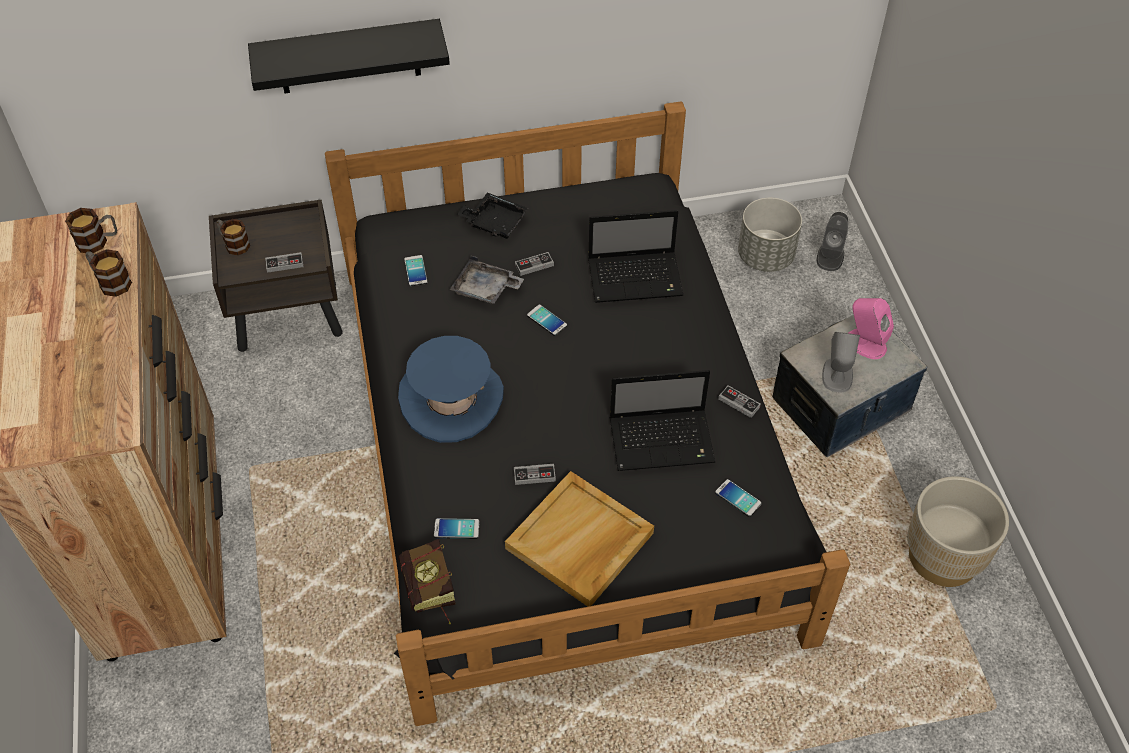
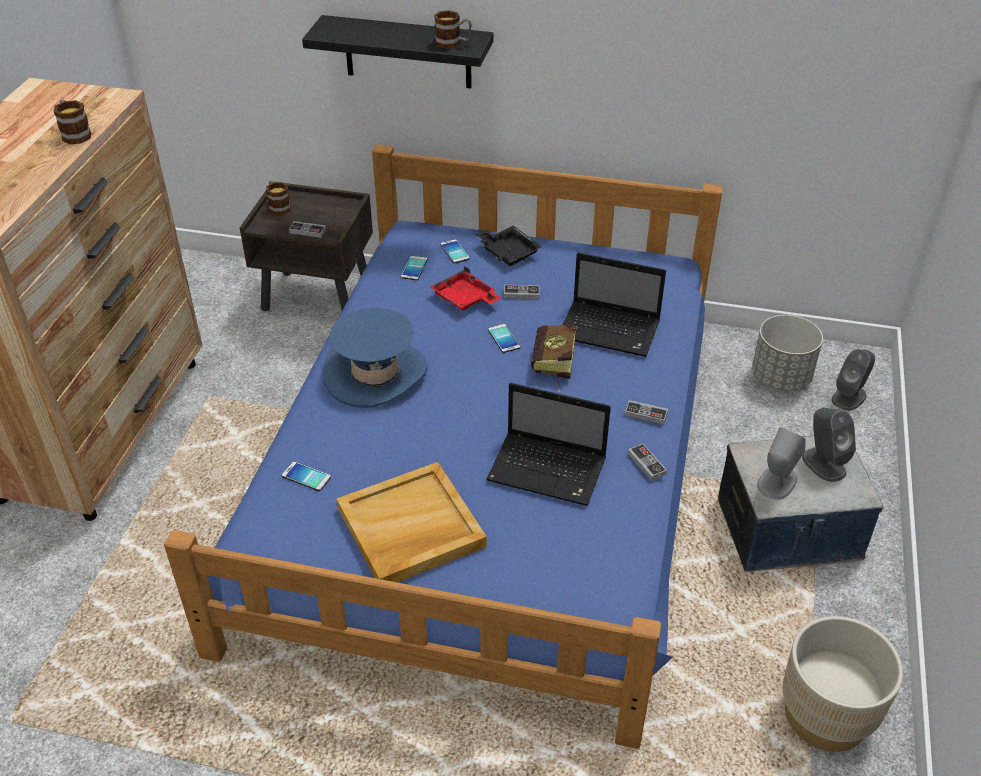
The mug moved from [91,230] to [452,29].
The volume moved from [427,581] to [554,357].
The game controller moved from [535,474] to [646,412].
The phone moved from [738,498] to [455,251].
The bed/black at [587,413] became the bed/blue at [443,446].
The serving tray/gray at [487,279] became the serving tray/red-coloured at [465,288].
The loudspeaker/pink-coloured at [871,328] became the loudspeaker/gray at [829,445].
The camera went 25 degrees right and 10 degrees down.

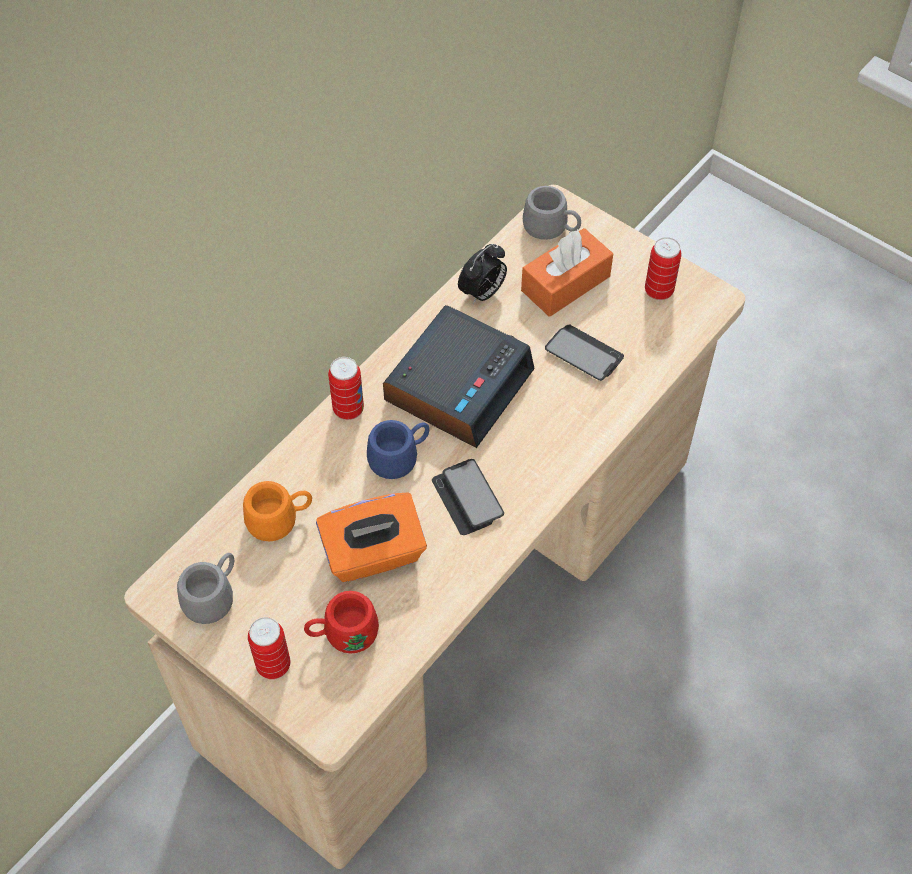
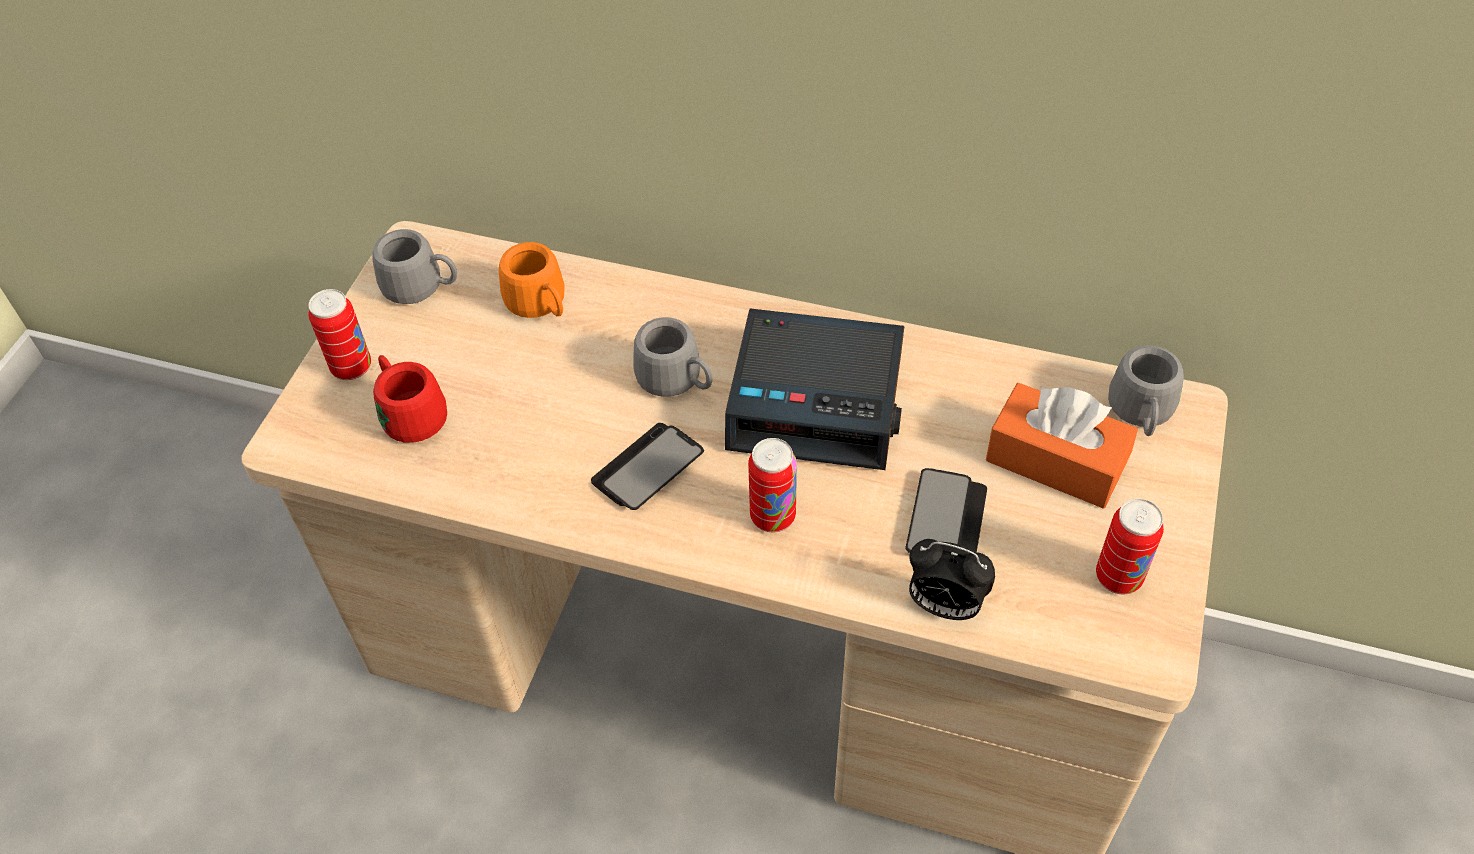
The tissue box/orangey at [371,537] disappeared.
The can moved from [346,388] to [772,485].
The bedside clock moved from [482,274] to [952,579].
The mug/blue at [398,449] became the mug/gray at [672,357].
The camera went 70 degrees right and 5 degrees down.

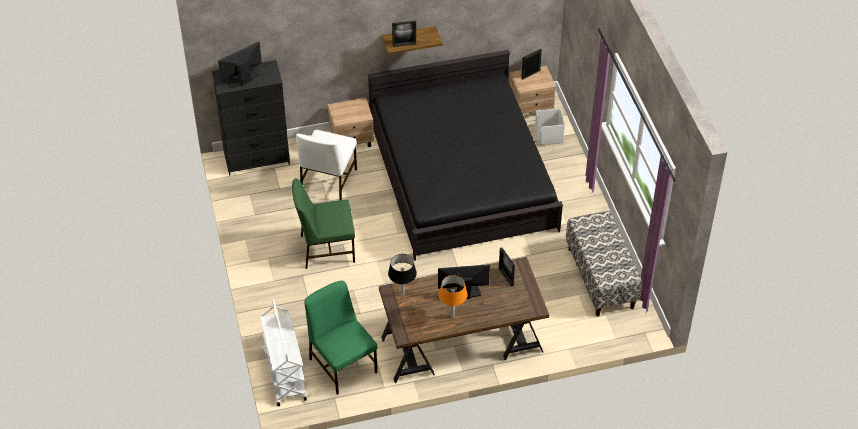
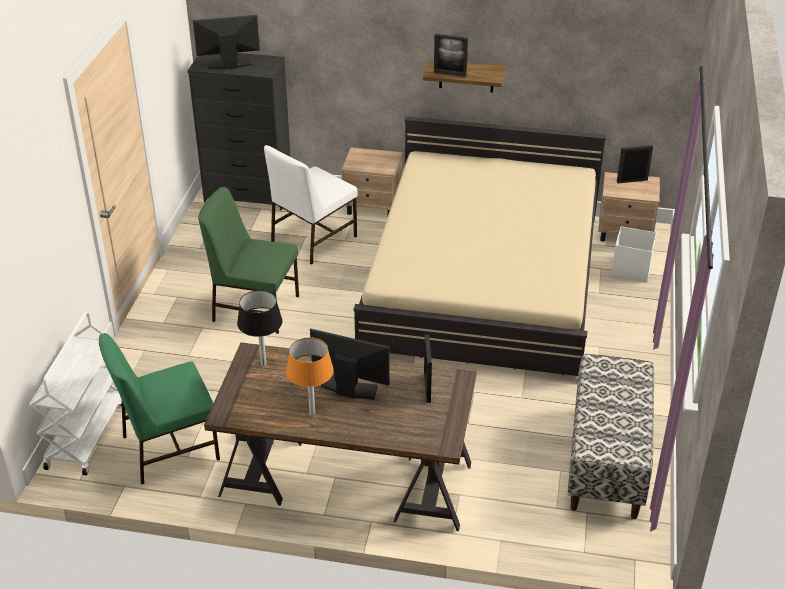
The bed/black at [465,155] became the bed/sand-coloured at [479,246].
The chair/greenish at [340,337] turned 105 degrees counterclockwise.
The camera went 25 degrees right and 10 degrees down.

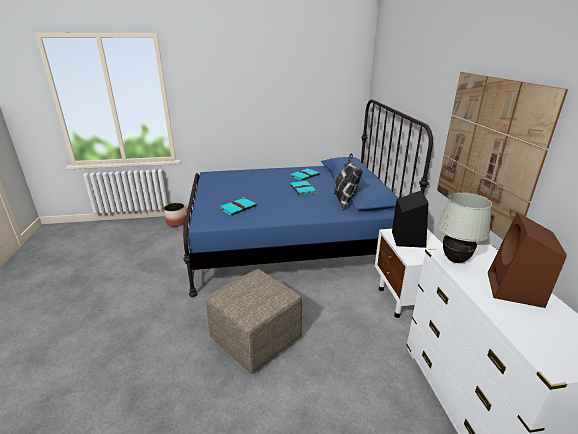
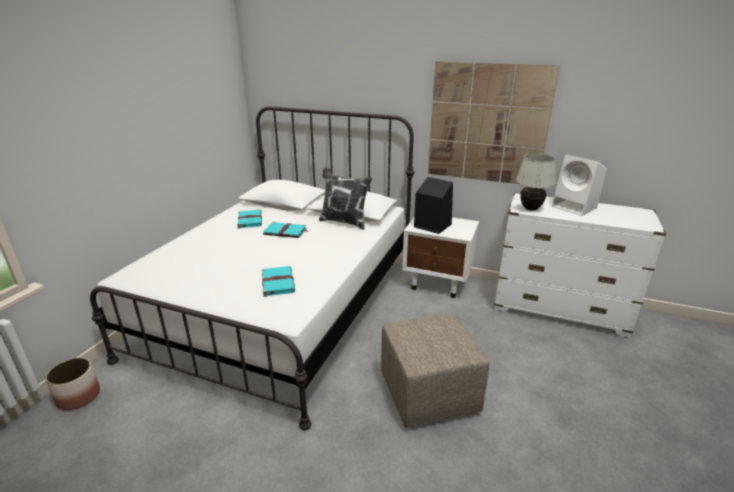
The bed/blue at [308,198] became the bed/whitish at [252,268].
The loudspeaker/brown-coloured at [527,260] became the loudspeaker/whitish at [579,185].
The camera went 60 degrees left and 0 degrees up.

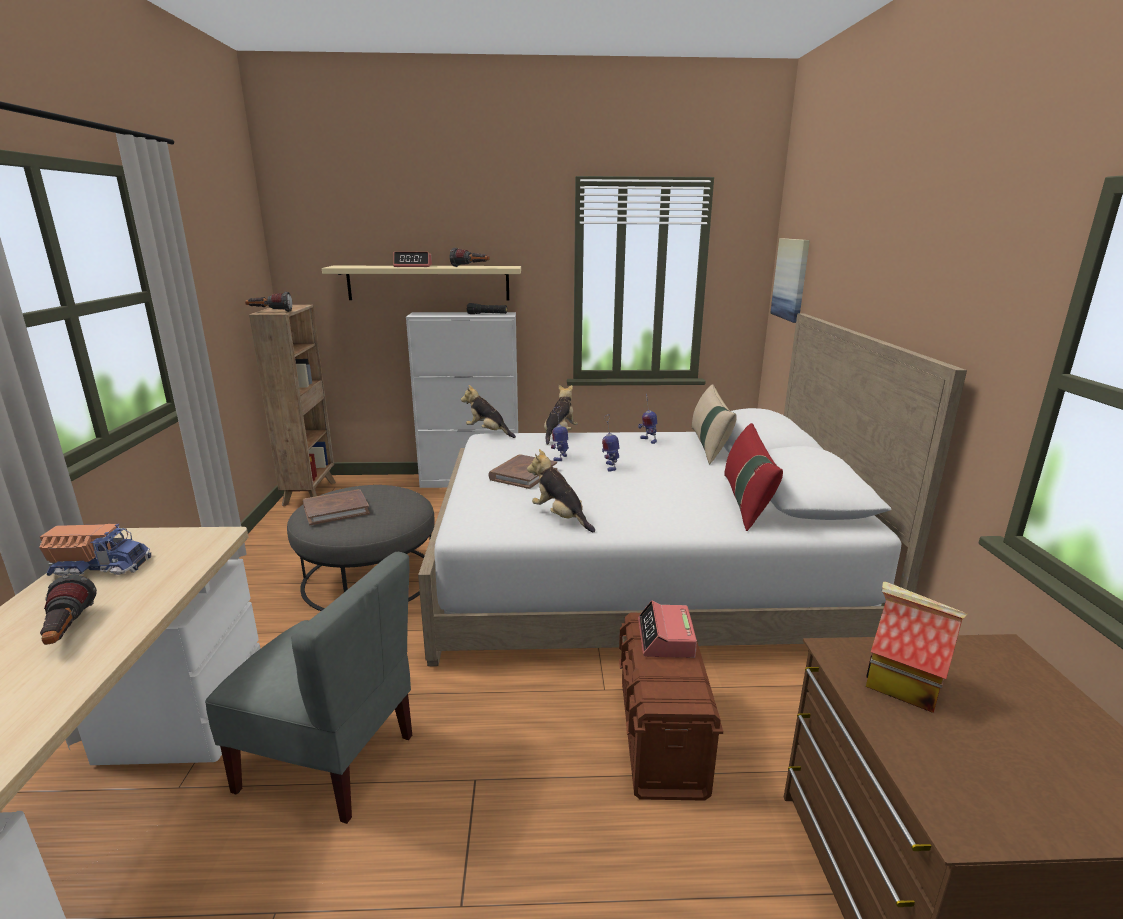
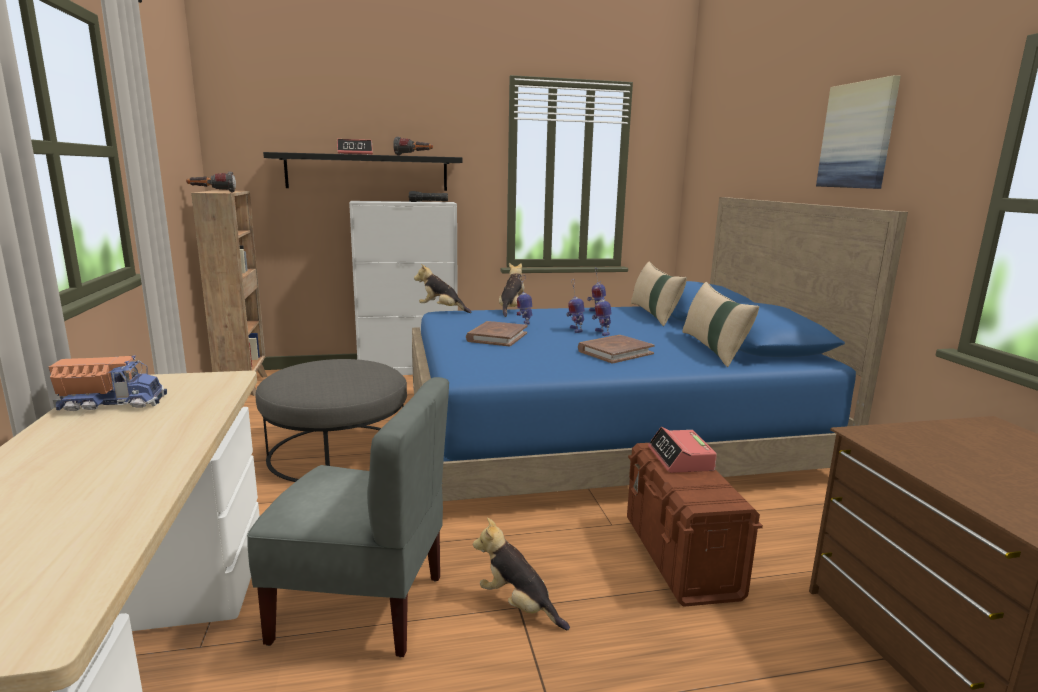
The flashlight at [68,610] disappeared.
The model house at [917,647] disappeared.
The robot figure at [602,308] appeared.
The volume/brown-coloured moved from [336,507] to [616,349].
The plush toy moved from [561,490] to [521,574].
The wall picture moved from [790,280] to [858,132].
The shelf/sand-coloured at [421,283] became the shelf/black at [363,171].
The bed/whitish at [692,489] became the bed/blue at [660,349].
The pillow/red-coloured at [753,477] became the pillow/sand-coloured at [720,324].
The camera went 10 degrees left and 5 degrees down.

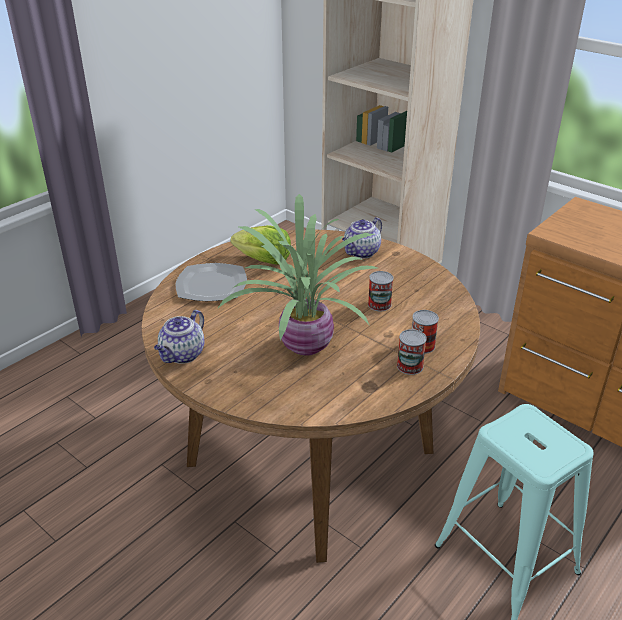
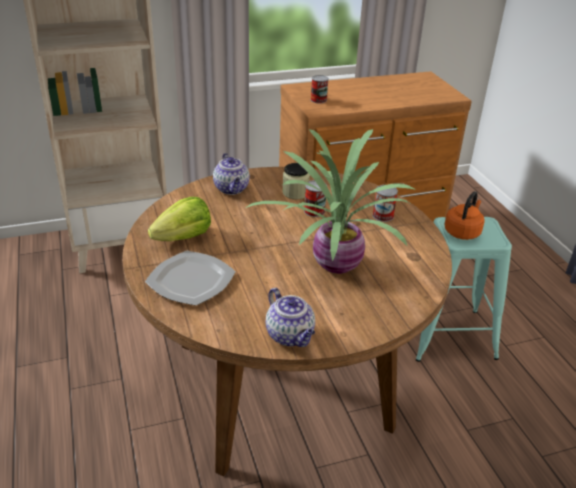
The preserve jar at [296,181] appeared.
The water kettle/orangey at [464,215] appeared.
The can moved from [412,352] to [320,89].
The camera went 60 degrees left and 0 degrees up.

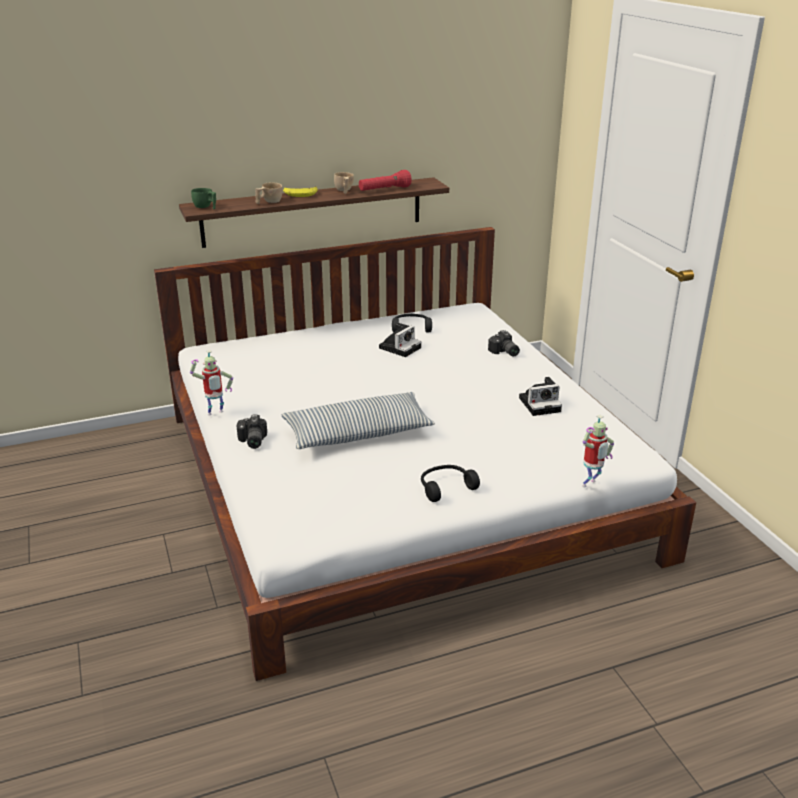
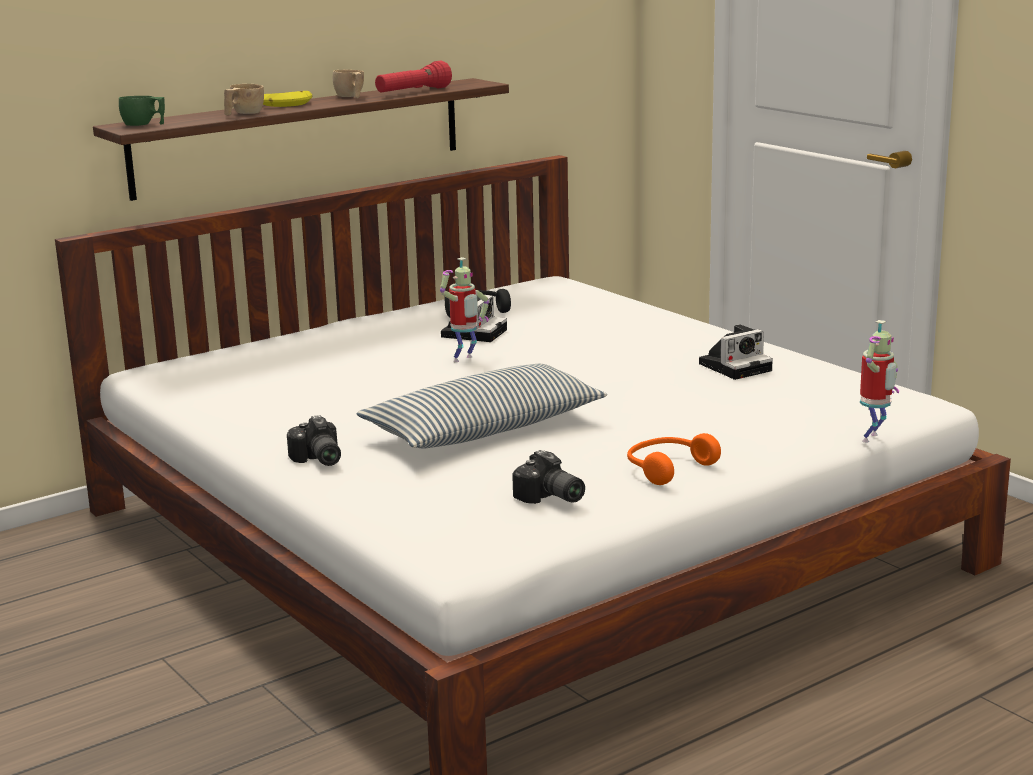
The robot figure moved from [211,383] to [464,309].
The photo camera moved from [504,343] to [548,477].
The headset/black at [450,483] became the headset/orangey at [674,459].
The camera went 15 degrees left and 10 degrees down.

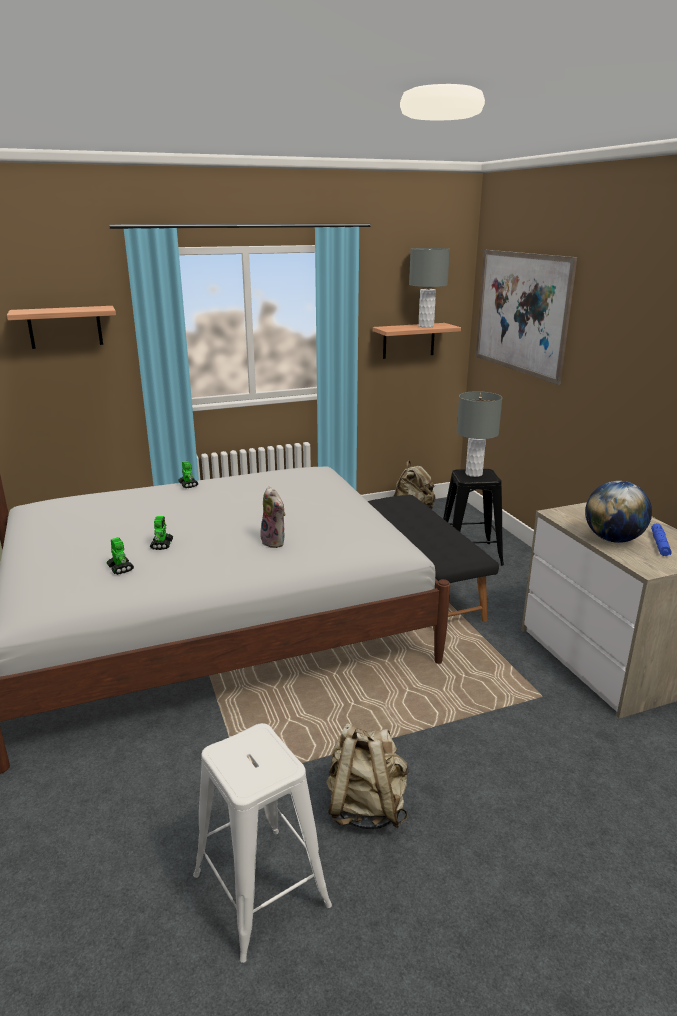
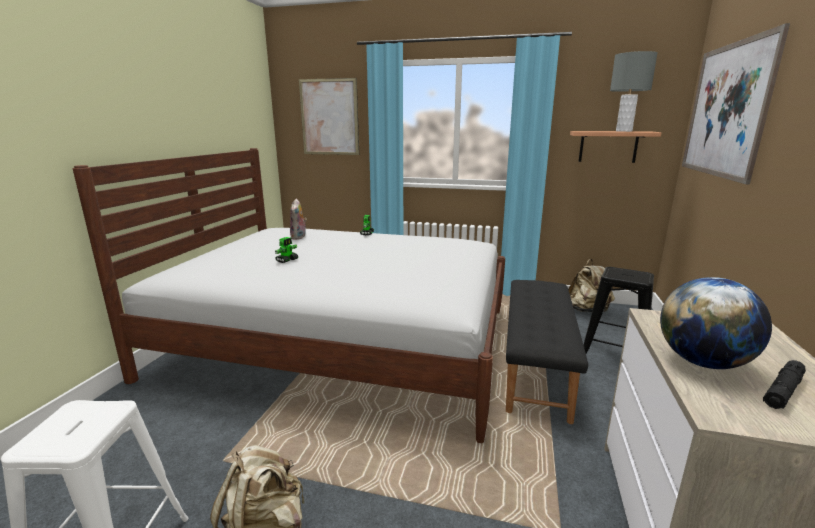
The robot figure at [120,556] disappeared.
The table lamp/gray at [479,434] disappeared.
The plush toy moved from [273,517] to [298,219].
The shelf at [61,327] was replaced by the wall picture at [329,116].
The flashlight/blue at [661,539] became the flashlight/black at [784,384].
The camera went 35 degrees right and 5 degrees down.

